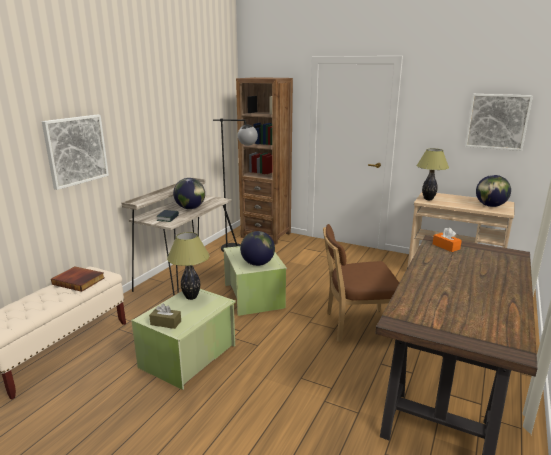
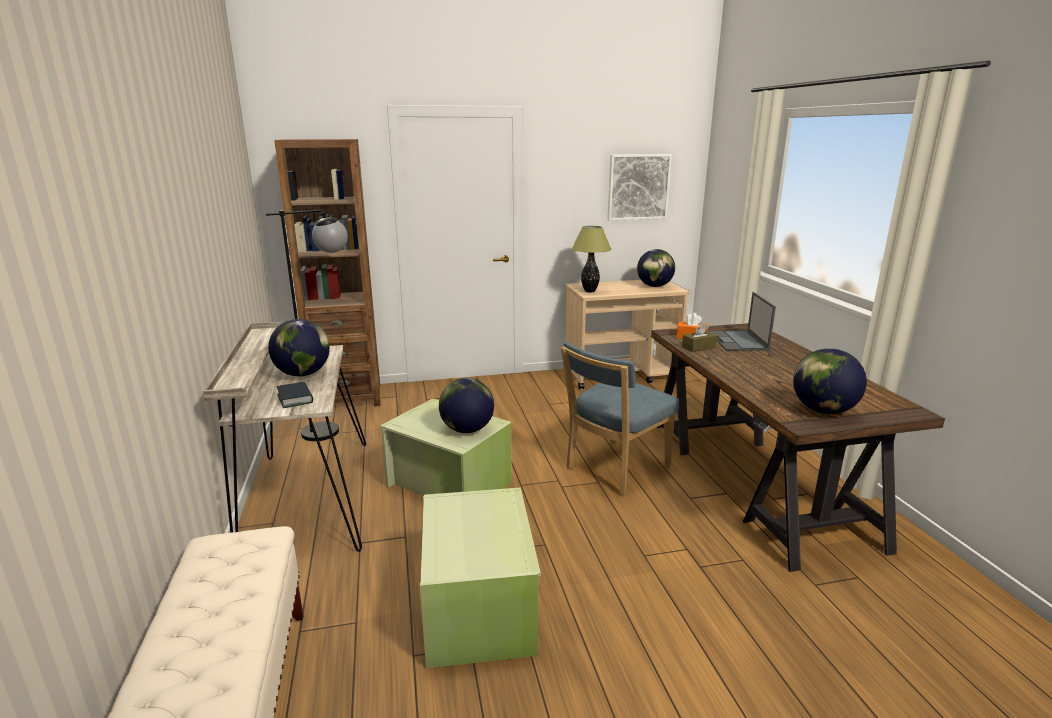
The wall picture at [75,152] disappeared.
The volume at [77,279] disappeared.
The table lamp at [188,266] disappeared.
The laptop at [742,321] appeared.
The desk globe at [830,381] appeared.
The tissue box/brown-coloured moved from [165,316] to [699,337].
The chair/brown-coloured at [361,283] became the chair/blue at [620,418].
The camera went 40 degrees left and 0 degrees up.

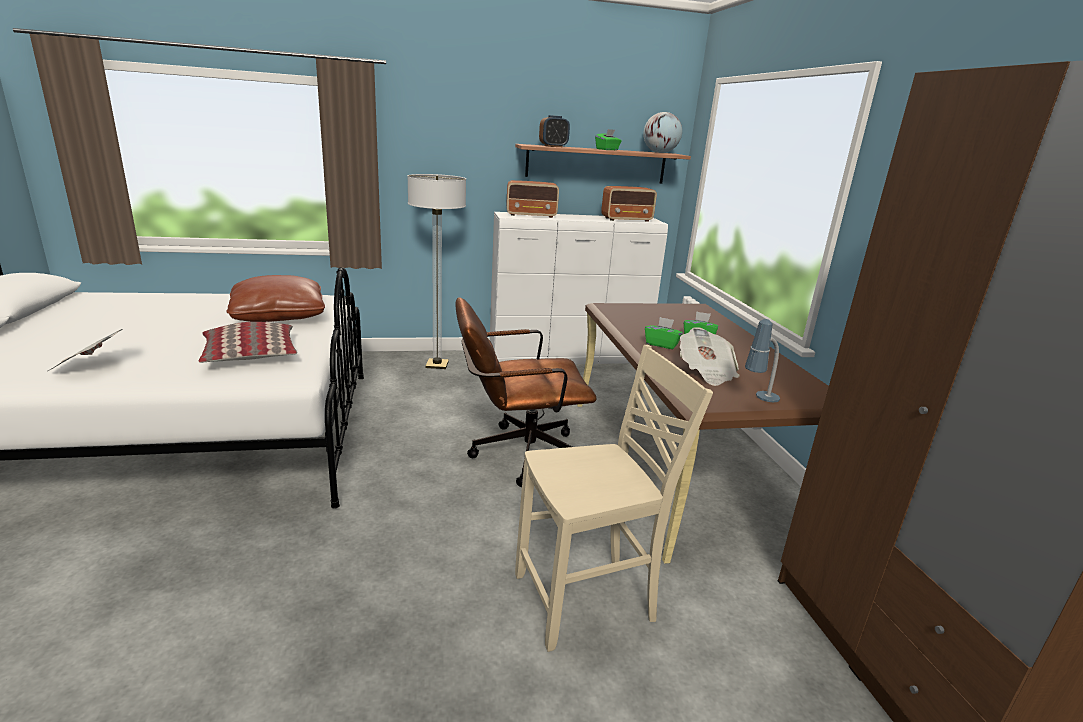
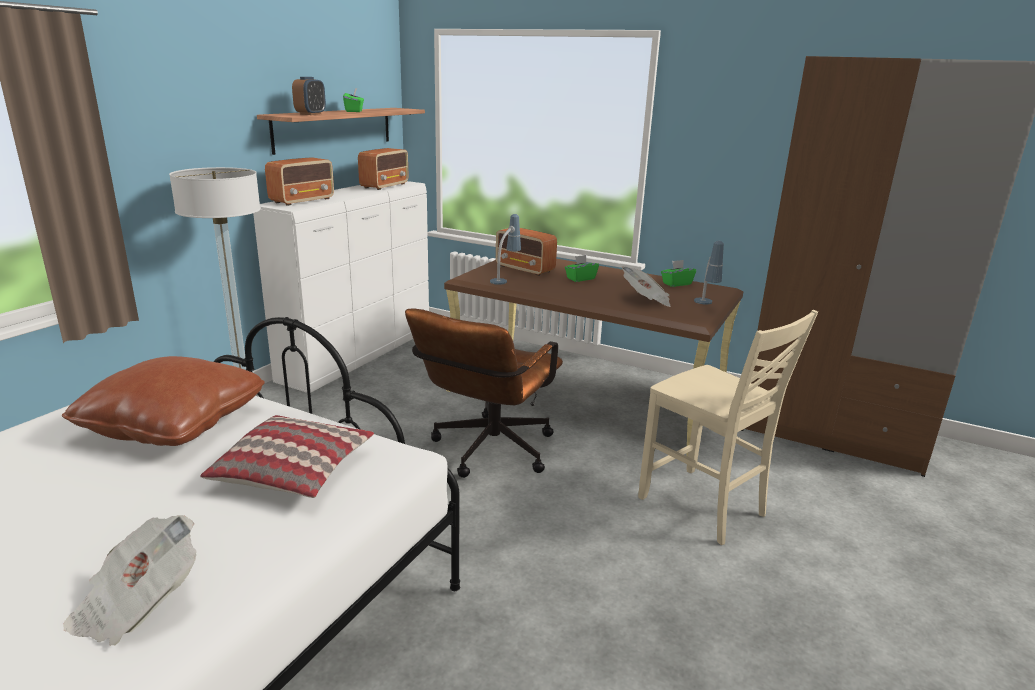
The desk globe at [662,132] disappeared.
The table lamp at [505,249] appeared.
The radio receiver at [526,252] appeared.
The tissue box/greenish moved from [664,333] to [678,273].
The chair/sand-coloured at [614,498] turned 120 degrees clockwise.
The camera went 50 degrees left and 0 degrees up.

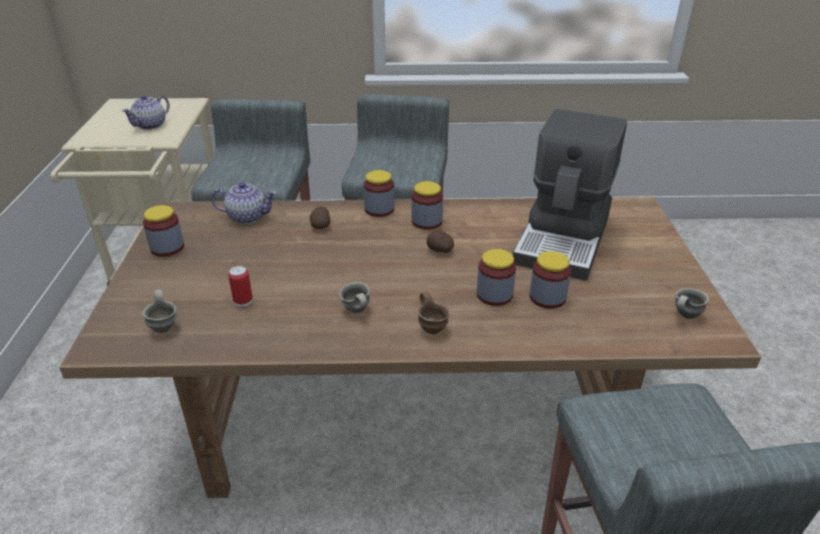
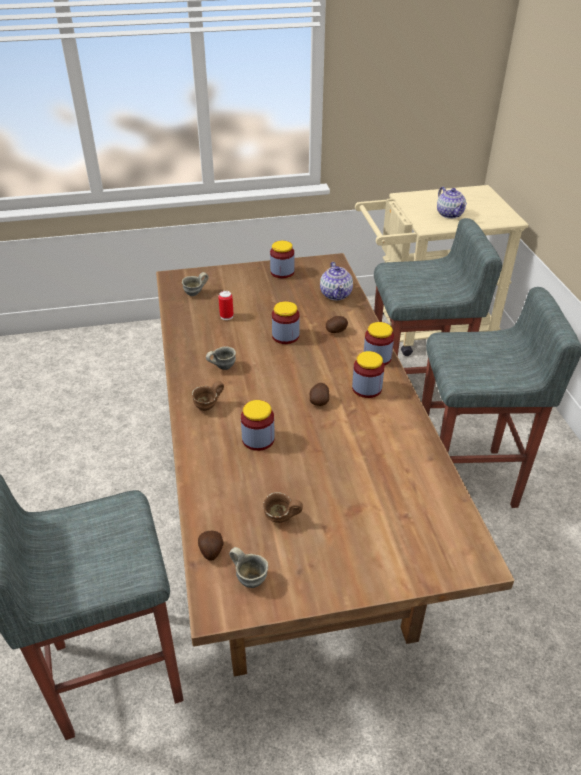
The coffee brewer at [570,195] disappeared.
The whole potato at [210,546] appeared.
The mug/brown-coloured at [283,507] appeared.
The preserve jar moved from [550,280] to [286,322].
The teapot at [146,112] turned 135 degrees counterclockwise.
The camera went 80 degrees right and 5 degrees up.

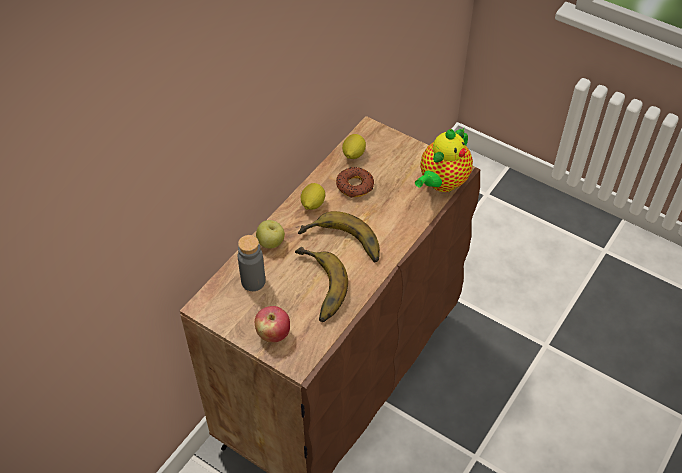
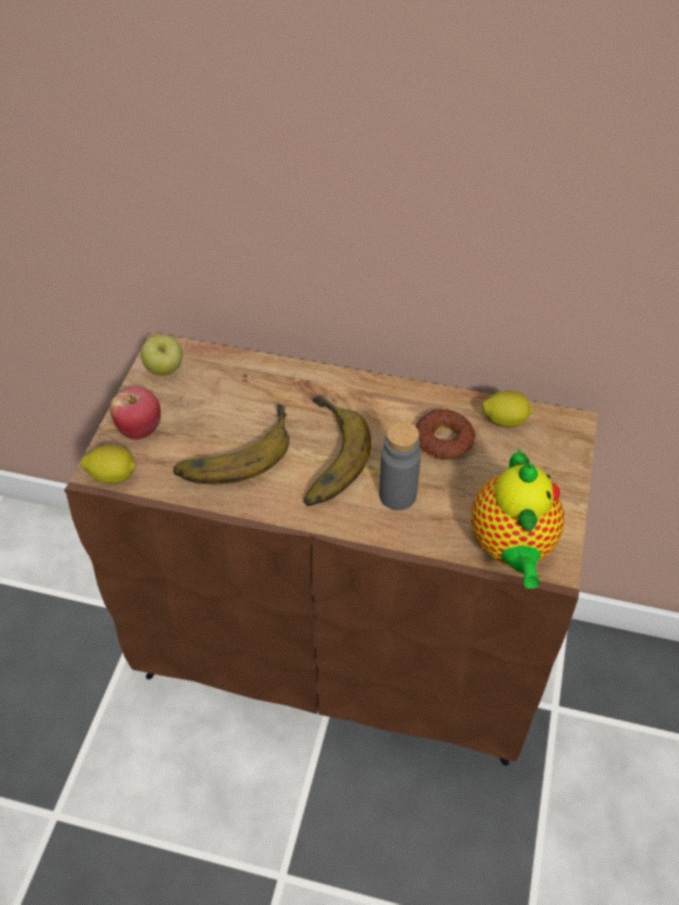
The bottle/gray moved from [251,263] to [400,465].
The whole apple moved from [270,234] to [162,355].
The whole lemon moved from [313,196] to [108,464].
The teapot at [444,160] turned 105 degrees counterclockwise.
The camera went 70 degrees right and 0 degrees up.

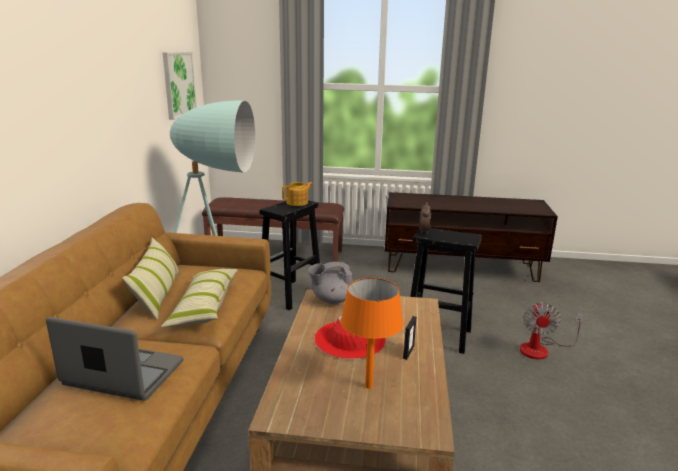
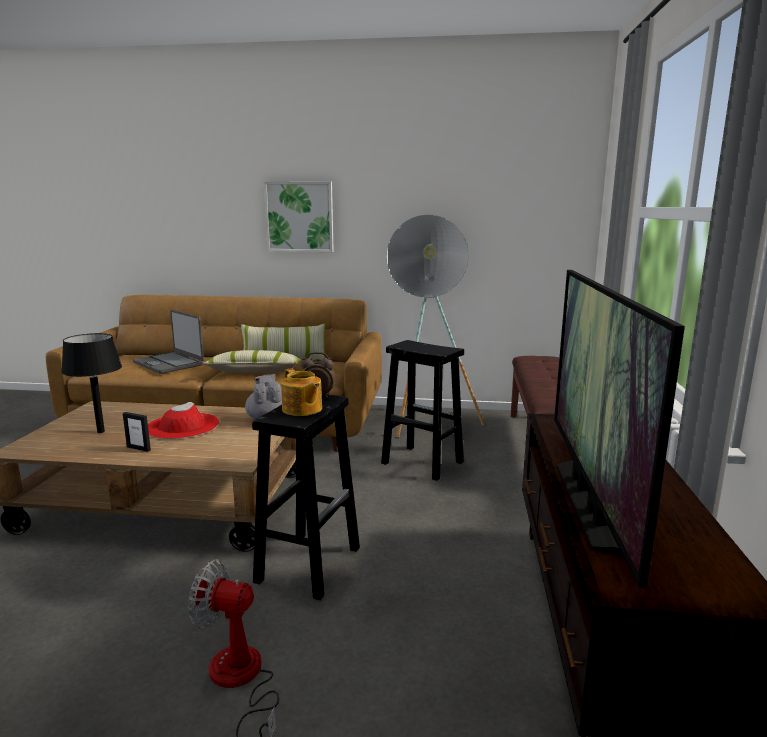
The TV set at [619,429] appeared.
The wall picture moved from [180,85] to [299,216].
The teapot moved from [297,194] to [301,392].
The table lamp/orangey at [371,333] became the table lamp/black at [91,383].
The laptop at [114,359] turned 120 degrees clockwise.
The camera went 90 degrees right and 5 degrees down.

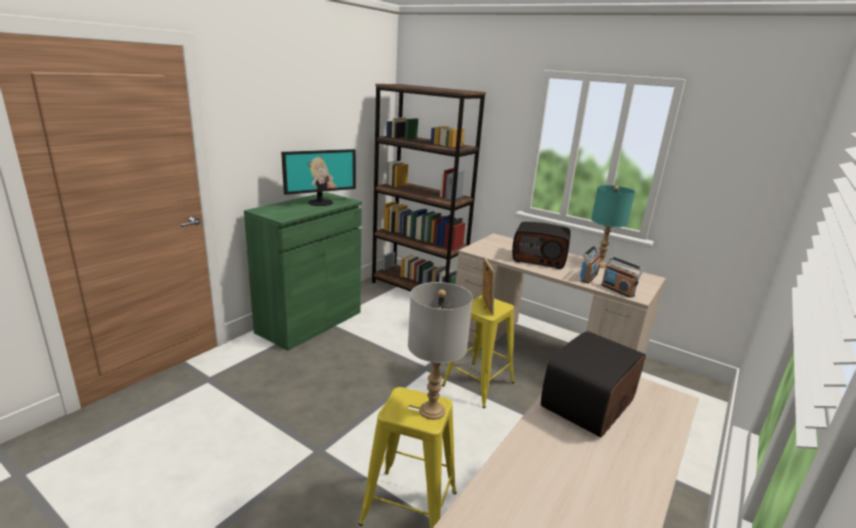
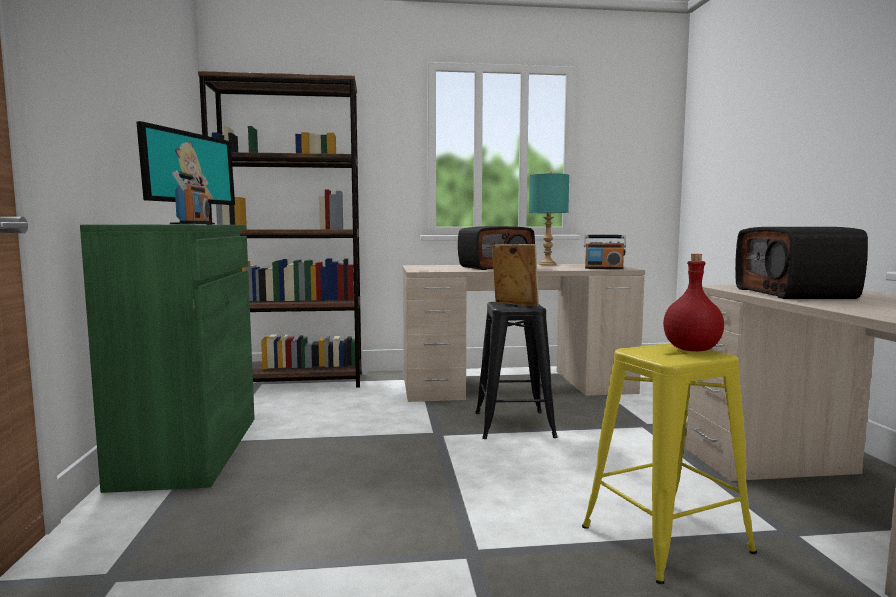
The radio receiver moved from [590,265] to [191,197].
The table lamp/gray at [440,351] was replaced by the bottle/red-coloured at [693,302].
The stool/yellow-coloured at [478,351] became the stool/black at [516,370].
The camera went 40 degrees left and 15 degrees down.

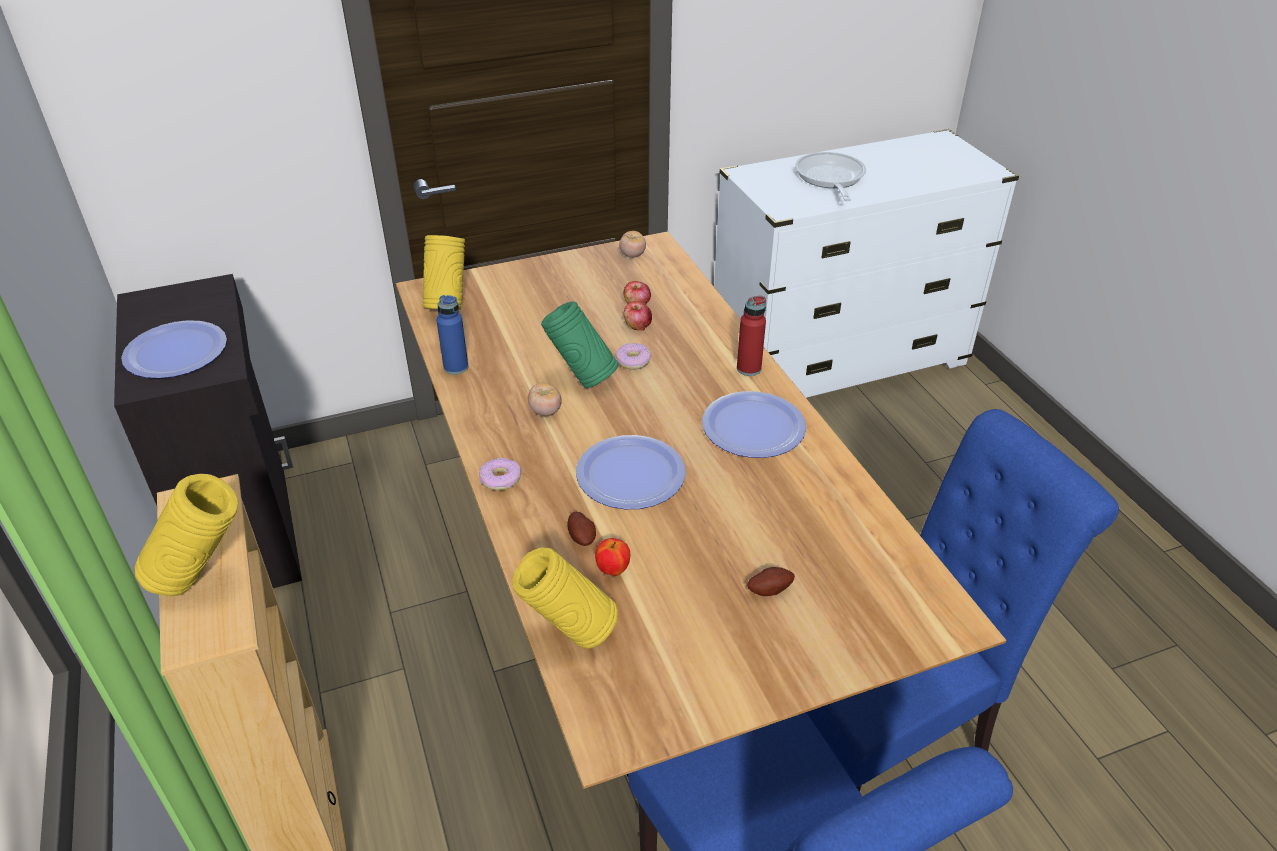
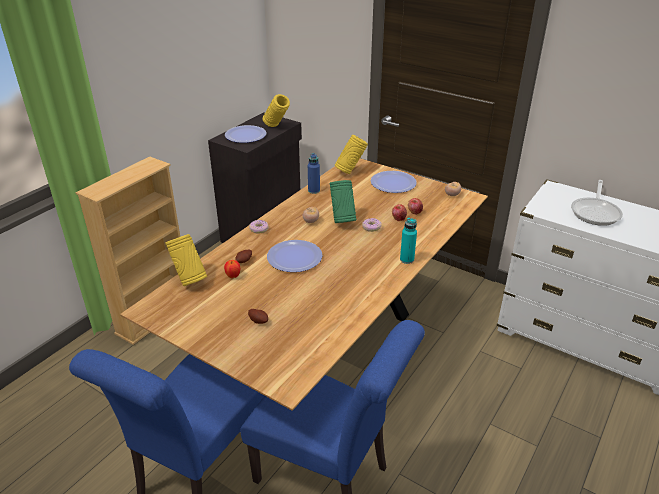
The flower vase/yellow-coloured moved from [186,535] to [276,110].
The dinner plate moved from [754,424] to [394,182].
The bottle/red-coloured at [751,336] became the bottle/turquoise-coloured at [408,241].
The skillet at [830,176] turned 150 degrees clockwise.
The camera went 55 degrees right and 5 degrees down.

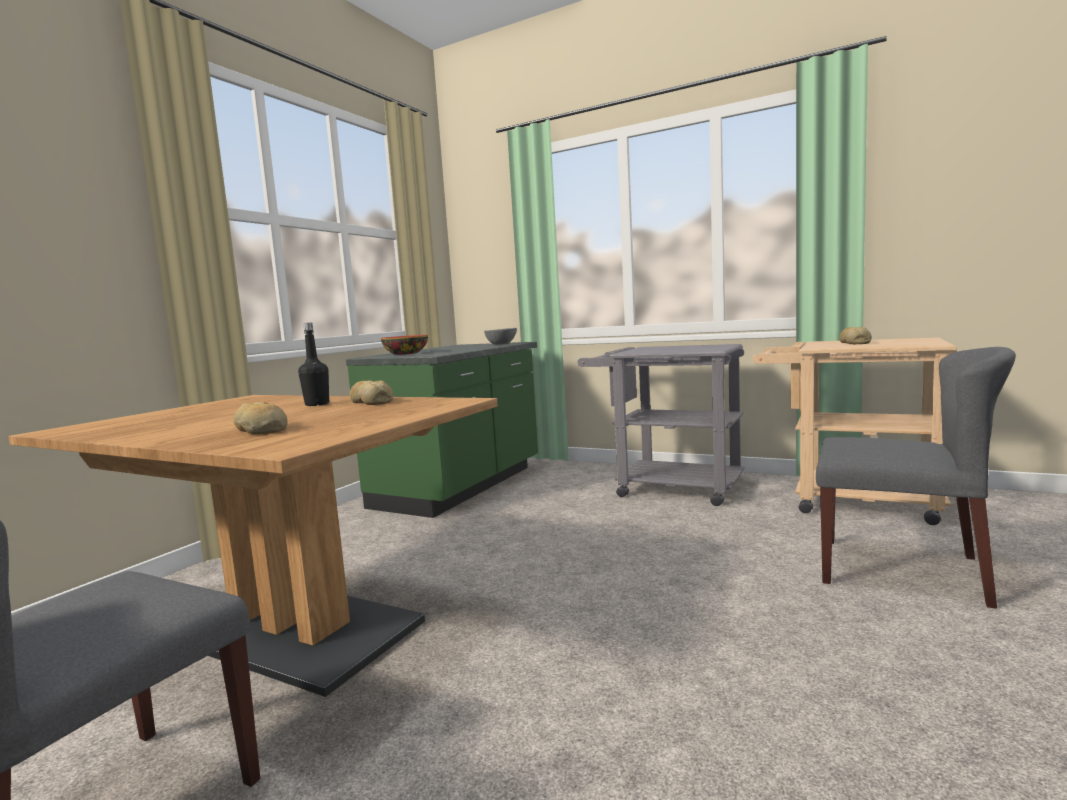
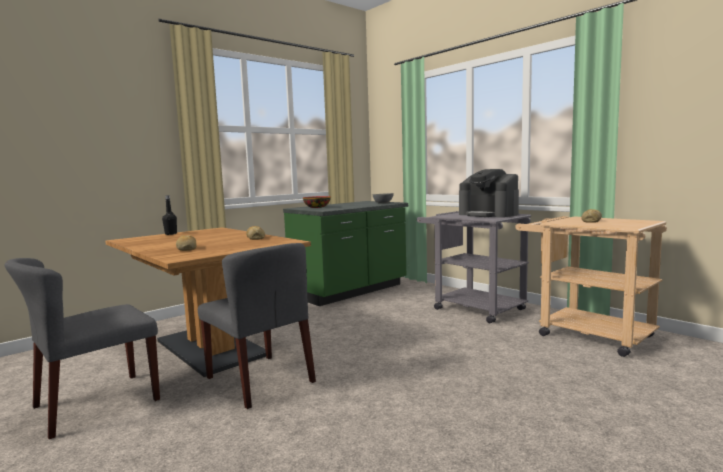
The coffee brewer at [489,193] appeared.
The bottle/black moved from [313,364] to [169,215].
The chair/gray moved from [916,478] to [257,326].
The camera went 20 degrees right and 0 degrees up.

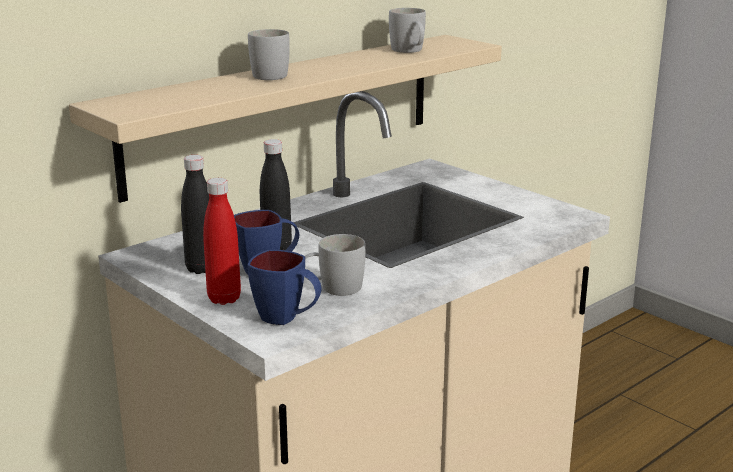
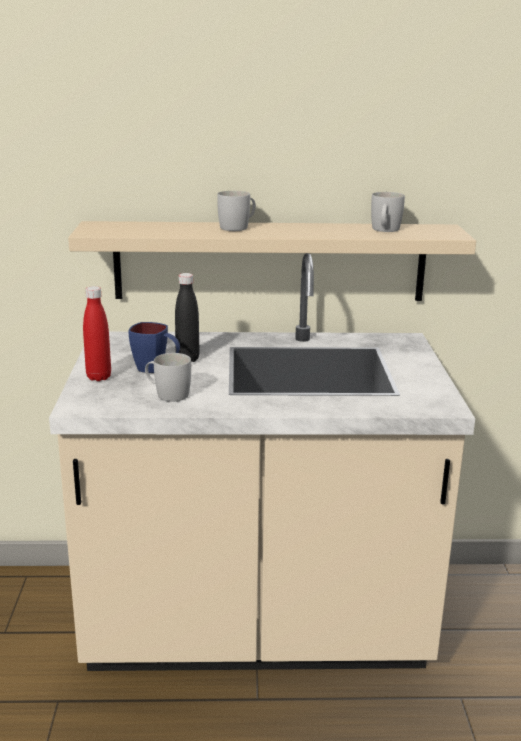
The bottle/black at [195,214] disappeared.
The mug/blue at [284,287] disappeared.
The camera went 40 degrees right and 0 degrees up.

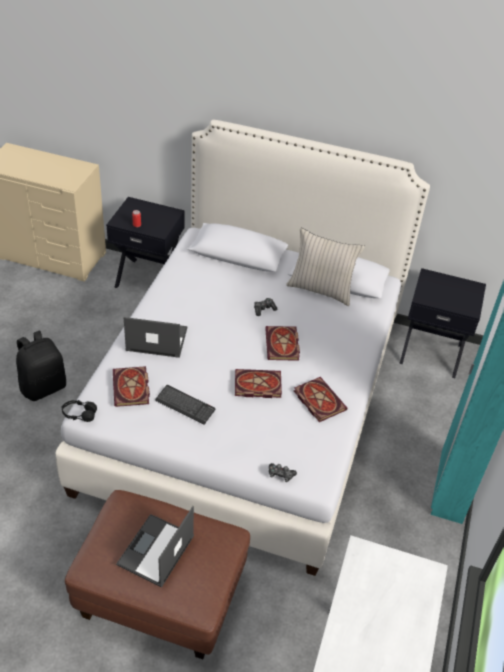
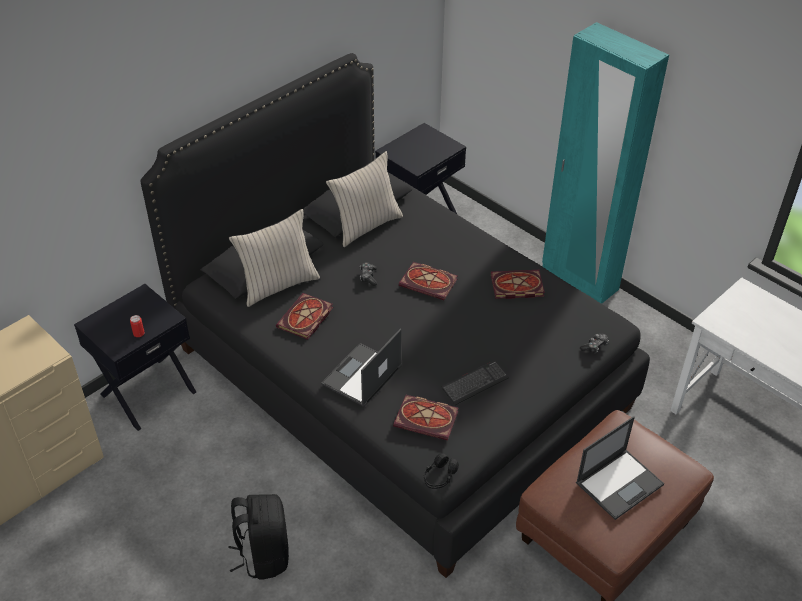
The pillow/sand-coloured at [274,258] appeared.
The volume moved from [258,383] to [304,316].
The bed/whitish at [243,348] became the bed/black at [395,315].
The laptop at [155,546] turned 90 degrees counterclockwise.
The camera went 60 degrees left and 0 degrees up.

